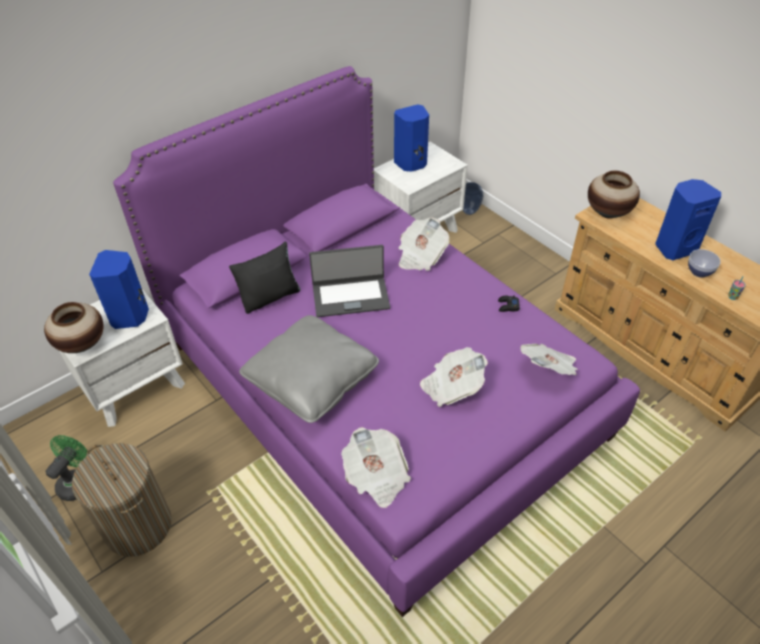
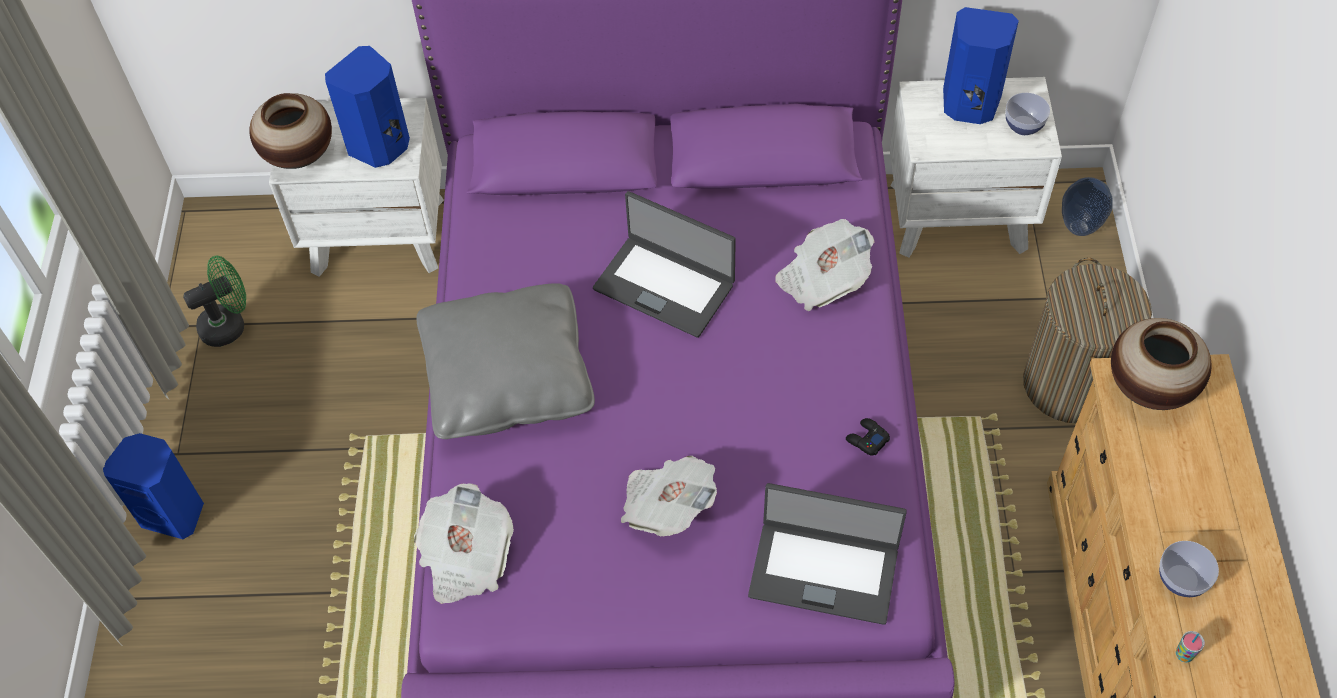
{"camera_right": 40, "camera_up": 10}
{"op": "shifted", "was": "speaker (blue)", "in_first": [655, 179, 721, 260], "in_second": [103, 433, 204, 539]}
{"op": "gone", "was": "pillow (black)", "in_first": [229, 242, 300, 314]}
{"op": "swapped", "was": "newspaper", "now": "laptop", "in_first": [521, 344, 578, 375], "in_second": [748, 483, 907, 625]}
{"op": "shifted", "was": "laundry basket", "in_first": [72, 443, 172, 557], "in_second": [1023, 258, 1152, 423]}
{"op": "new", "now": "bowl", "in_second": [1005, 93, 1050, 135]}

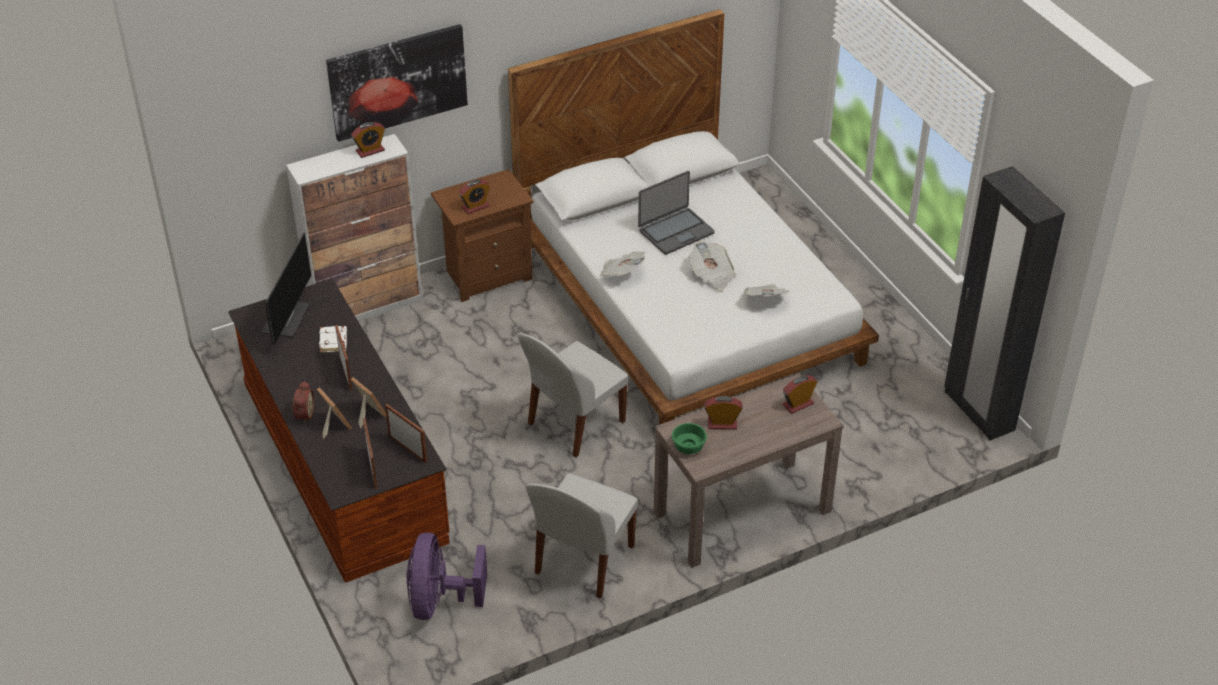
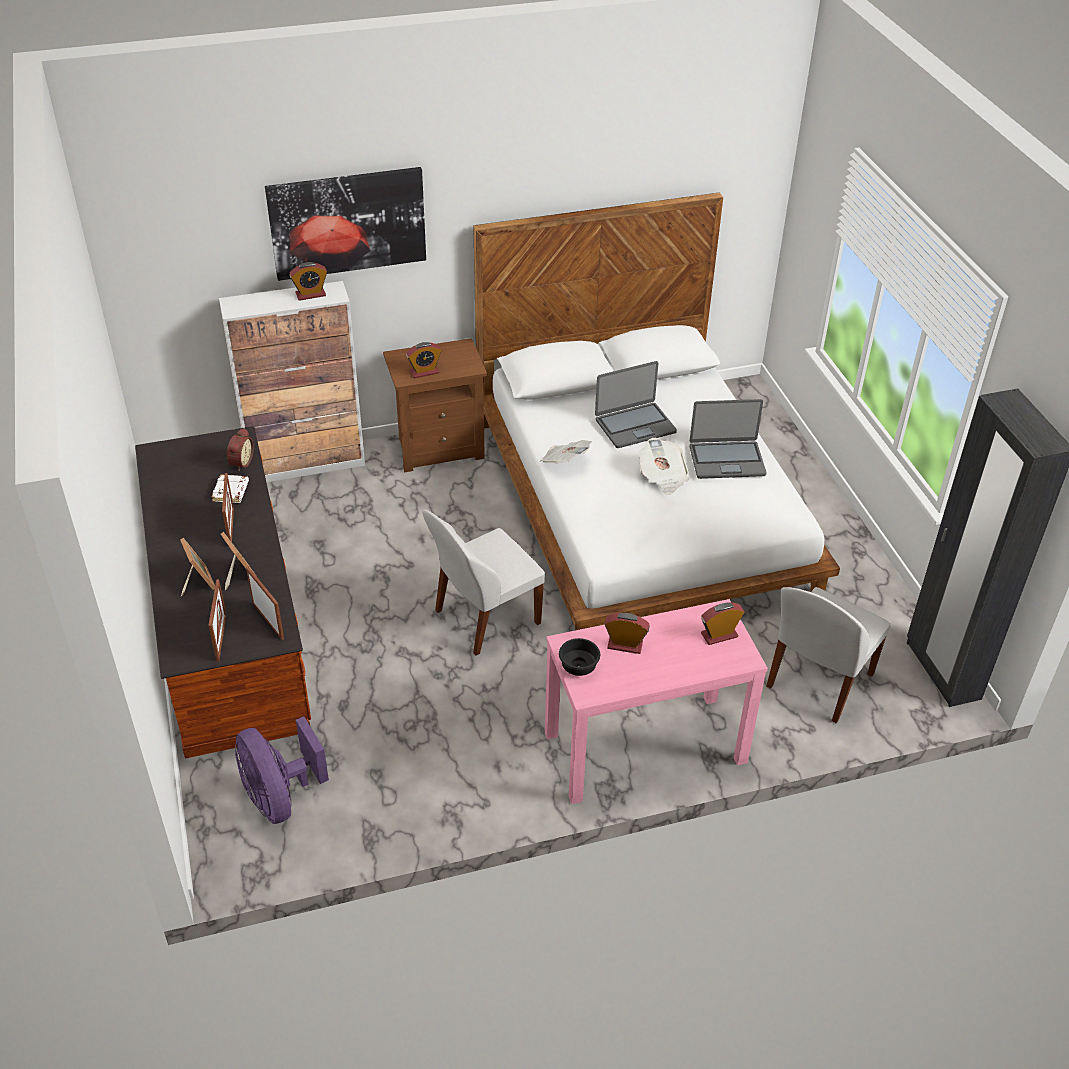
{"camera_right": 10, "camera_up": 0}
{"op": "gone", "was": "monitor", "in_first": [261, 232, 311, 346]}
{"op": "gone", "was": "newspaper", "in_first": [744, 284, 789, 297]}
{"op": "repainted", "was": "console table (brown)", "now": "console table (pink)", "in_first": [654, 373, 844, 568], "in_second": [545, 599, 768, 804]}
{"op": "shifted", "was": "alarm clock", "in_first": [291, 381, 314, 423], "in_second": [226, 428, 254, 471]}
{"op": "repainted", "was": "bowl (green)", "now": "bowl (black)", "in_first": [672, 423, 707, 454], "in_second": [559, 638, 600, 676]}
{"op": "shifted", "was": "chair (white)", "in_first": [526, 473, 637, 599], "in_second": [766, 587, 891, 723]}
{"op": "rotated", "was": "fan (purple)", "in_first": [406, 533, 487, 620], "in_second": [235, 716, 329, 824], "clockwise": -45}
{"op": "new", "now": "laptop", "in_second": [690, 399, 767, 479]}

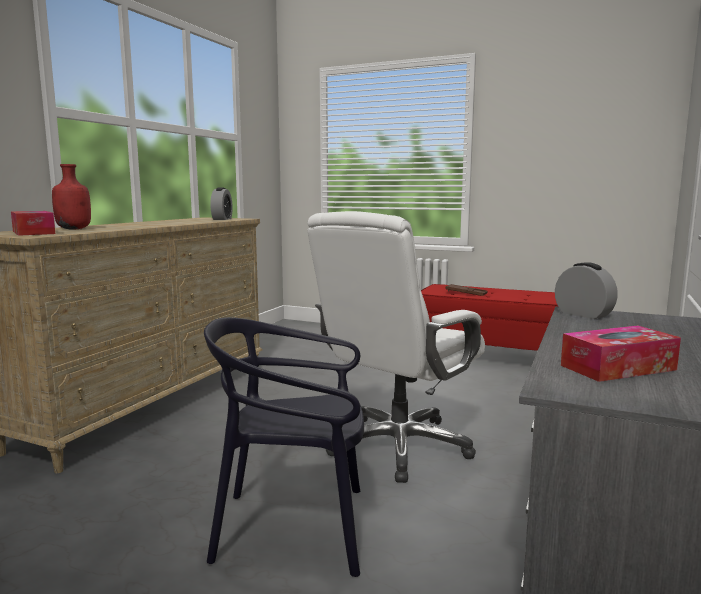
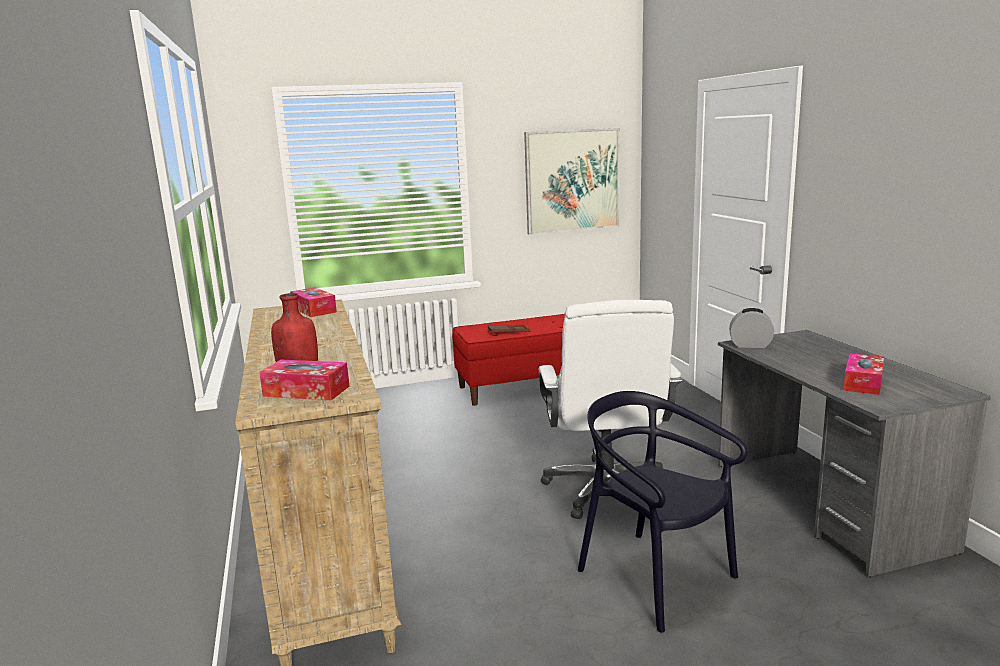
{"camera_right": -40, "camera_up": 5}
{"op": "swapped", "was": "alarm clock", "now": "tissue box", "in_first": [210, 187, 233, 220], "in_second": [290, 287, 337, 317]}
{"op": "rotated", "was": "chair (black)", "in_first": [204, 317, 364, 577], "in_second": [578, 391, 748, 633], "clockwise": 90}
{"op": "new", "now": "picture", "in_second": [524, 128, 620, 234]}

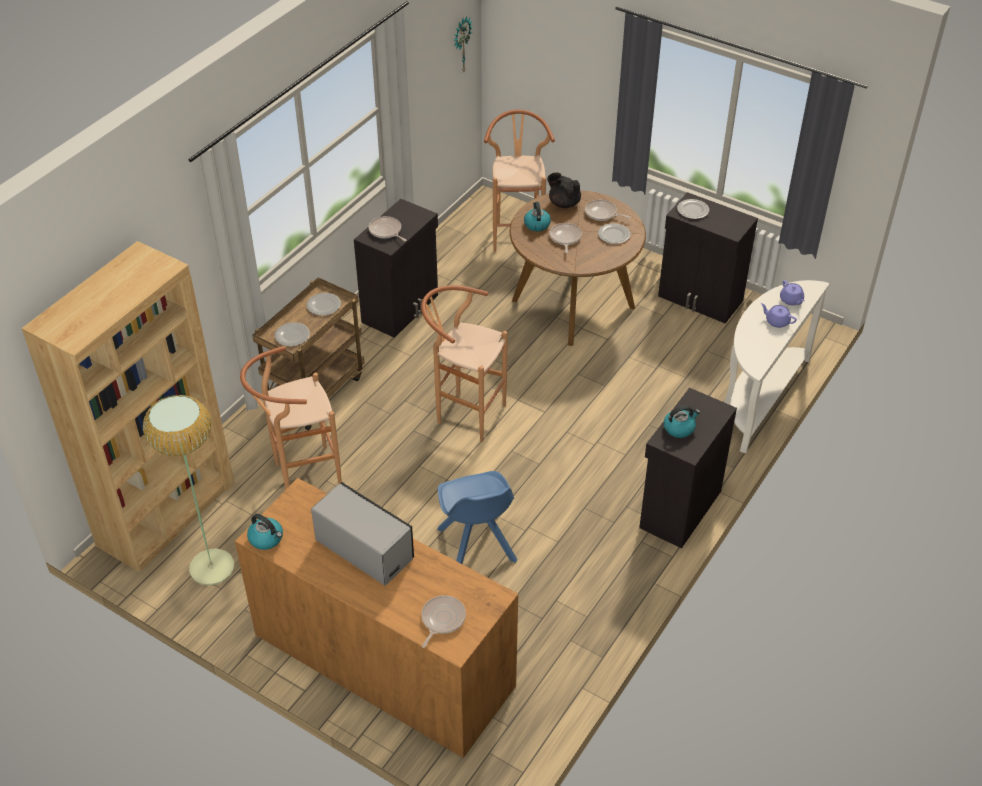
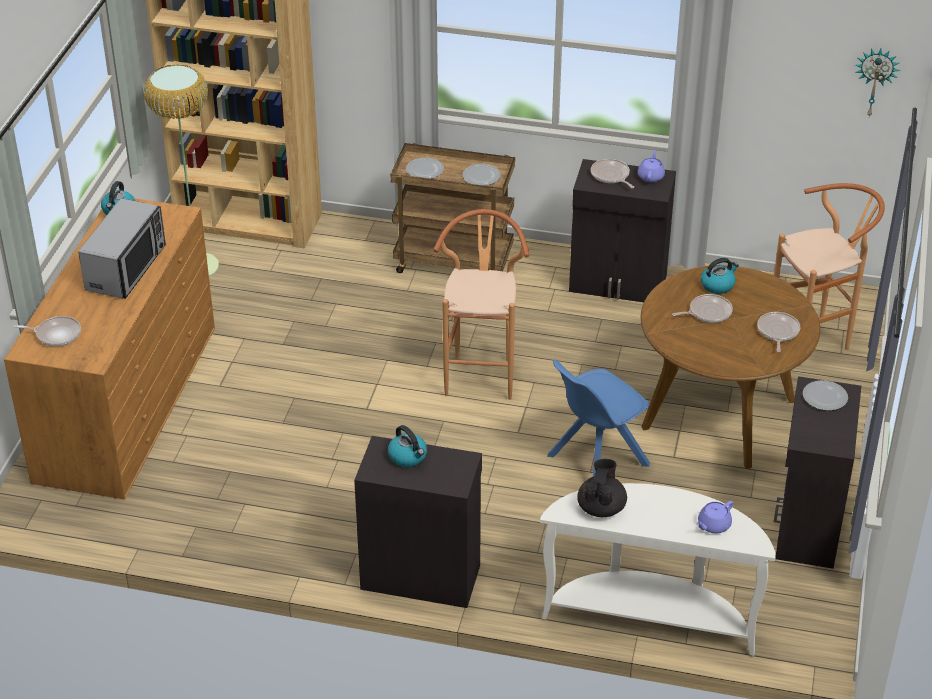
{"camera_right": 70, "camera_up": -5}
{"op": "shifted", "was": "teapot (black)", "in_first": [547, 173, 581, 208], "in_second": [577, 459, 627, 517]}
{"op": "rotated", "was": "frying pan", "in_first": [368, 216, 407, 241], "in_second": [591, 159, 634, 188], "clockwise": -60}
{"op": "gone", "was": "plate", "in_first": [598, 223, 631, 244]}
{"op": "shifted", "was": "teapot (purple)", "in_first": [761, 303, 797, 328], "in_second": [638, 151, 665, 182]}
{"op": "gone", "was": "stool (brown)", "in_first": [240, 346, 342, 489]}
{"op": "shifted", "was": "chair (blue)", "in_first": [437, 471, 517, 564], "in_second": [547, 359, 650, 476]}

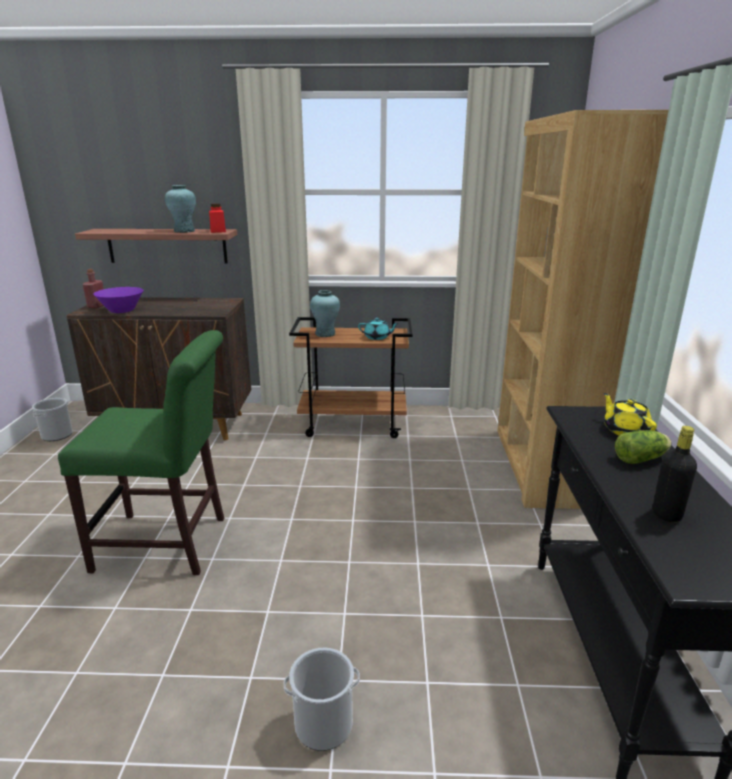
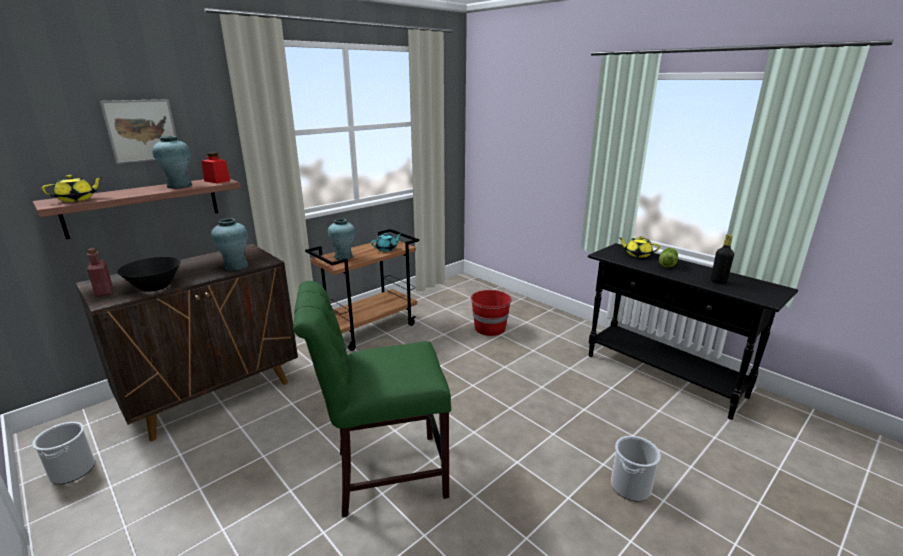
{"camera_right": -45, "camera_up": 0}
{"op": "gone", "was": "bookcase (brown)", "in_first": [497, 110, 669, 509]}
{"op": "repainted", "was": "bowl (purple)", "now": "bowl (black)", "in_first": [93, 287, 144, 313], "in_second": [117, 257, 181, 292]}
{"op": "rotated", "was": "chair (green)", "in_first": [58, 330, 224, 575], "in_second": [293, 281, 451, 517], "clockwise": -150}
{"op": "new", "now": "picture", "in_second": [100, 99, 176, 164]}
{"op": "new", "now": "teapot (yellow)", "in_second": [42, 175, 103, 202]}
{"op": "new", "now": "vase (turquoise)", "in_second": [211, 218, 248, 271]}
{"op": "new", "now": "bucket (red)", "in_second": [470, 290, 512, 336]}

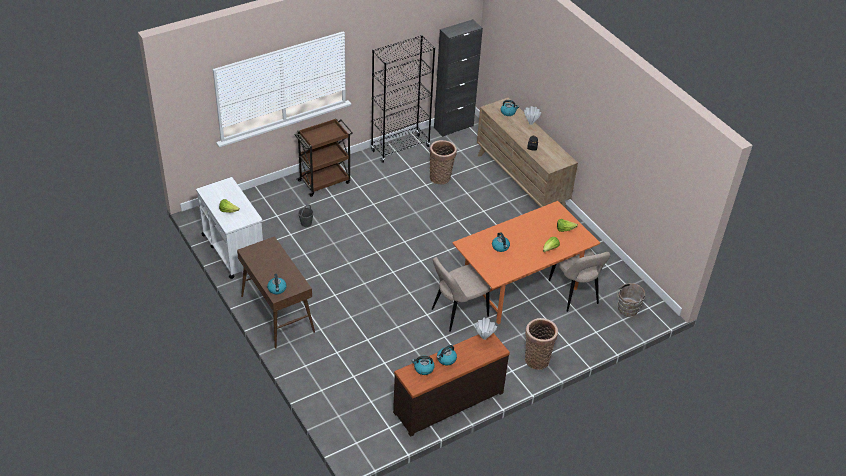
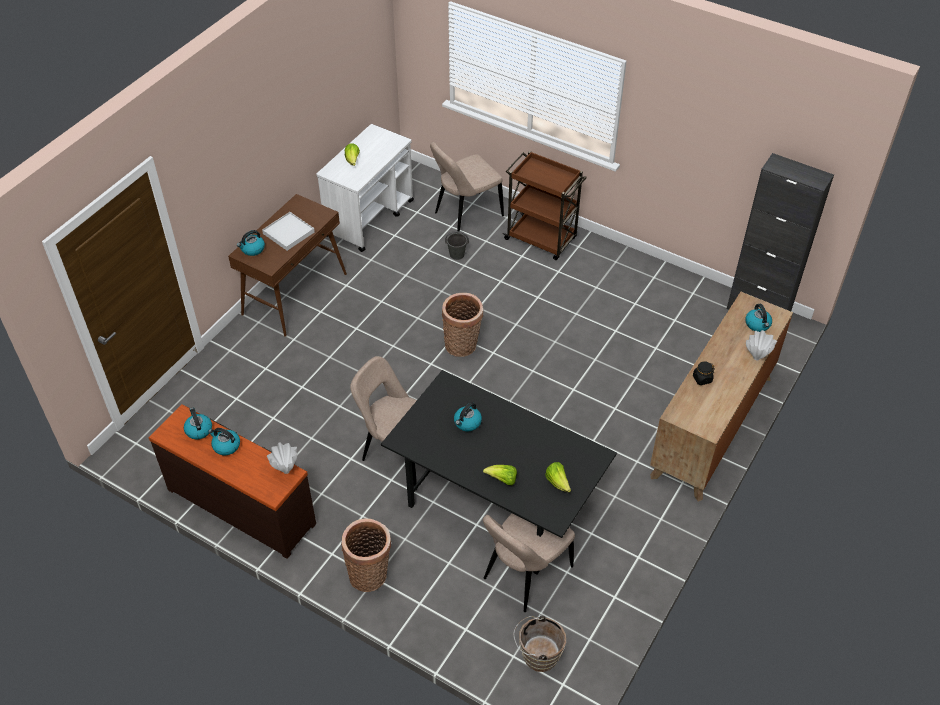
{"camera_right": 65, "camera_up": 5}
{"op": "gone", "was": "bookcase (black)", "in_first": [371, 35, 435, 163]}
{"op": "shifted", "was": "basket", "in_first": [430, 140, 457, 184], "in_second": [442, 293, 483, 357]}
{"op": "repainted", "was": "dining table (orange)", "now": "dining table (black)", "in_first": [452, 201, 600, 324], "in_second": [381, 370, 617, 574]}
{"op": "new", "now": "chair (beige)", "in_second": [430, 142, 504, 232]}
{"op": "new", "now": "tray (white)", "in_second": [262, 212, 315, 251]}

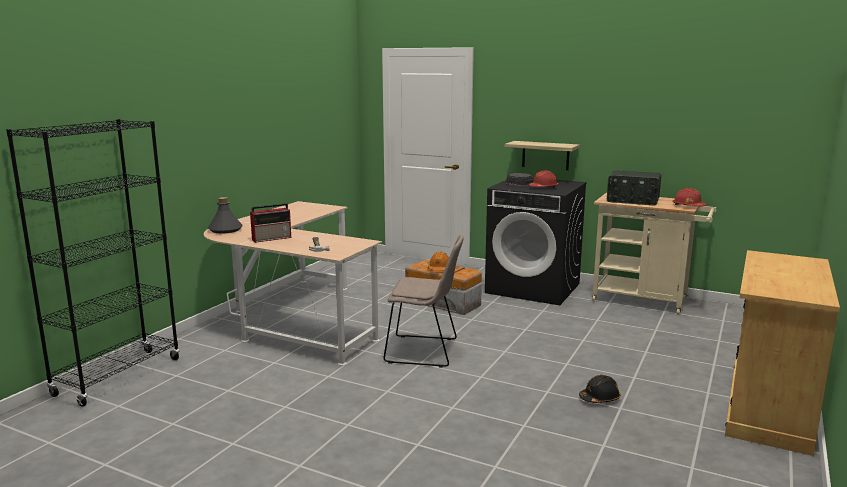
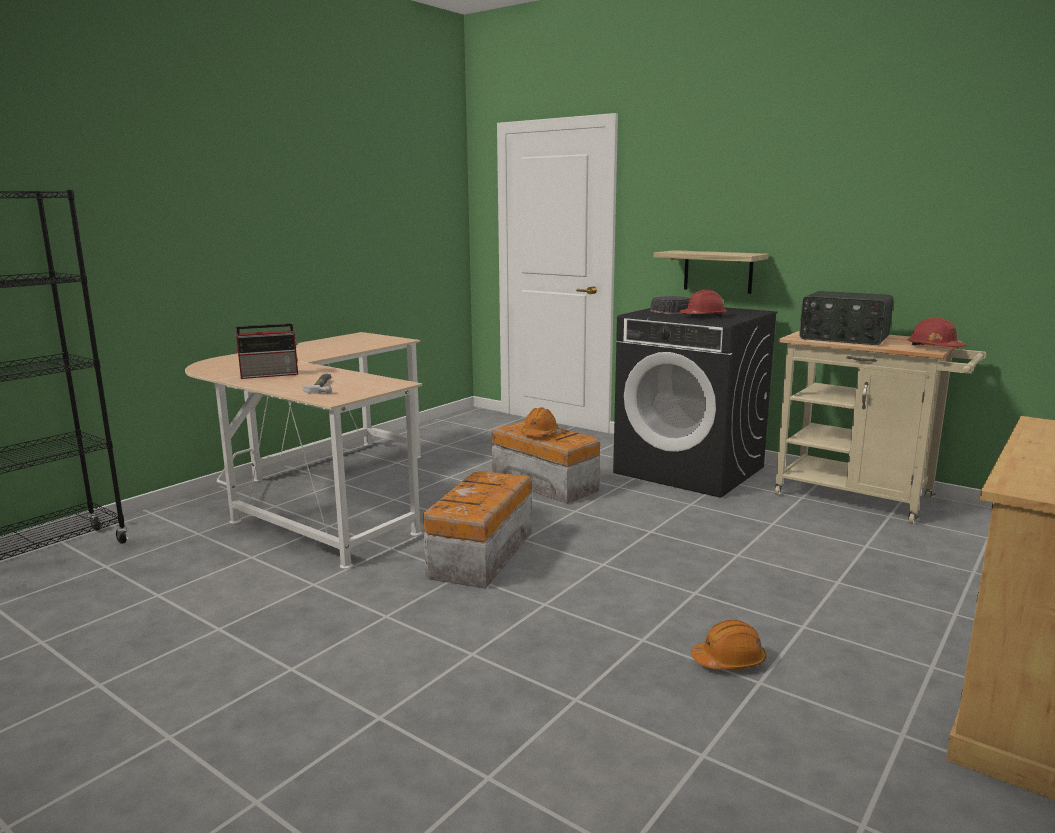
{"camera_right": 10, "camera_up": 0}
{"op": "gone", "was": "bottle (grey)", "in_first": [208, 197, 242, 234]}
{"op": "swapped", "was": "chair (beige)", "now": "storage box", "in_first": [383, 234, 464, 368], "in_second": [423, 471, 532, 589]}
{"op": "repainted", "was": "hard hat (black)", "now": "hard hat (orange)", "in_first": [579, 375, 621, 403], "in_second": [692, 620, 766, 669]}

